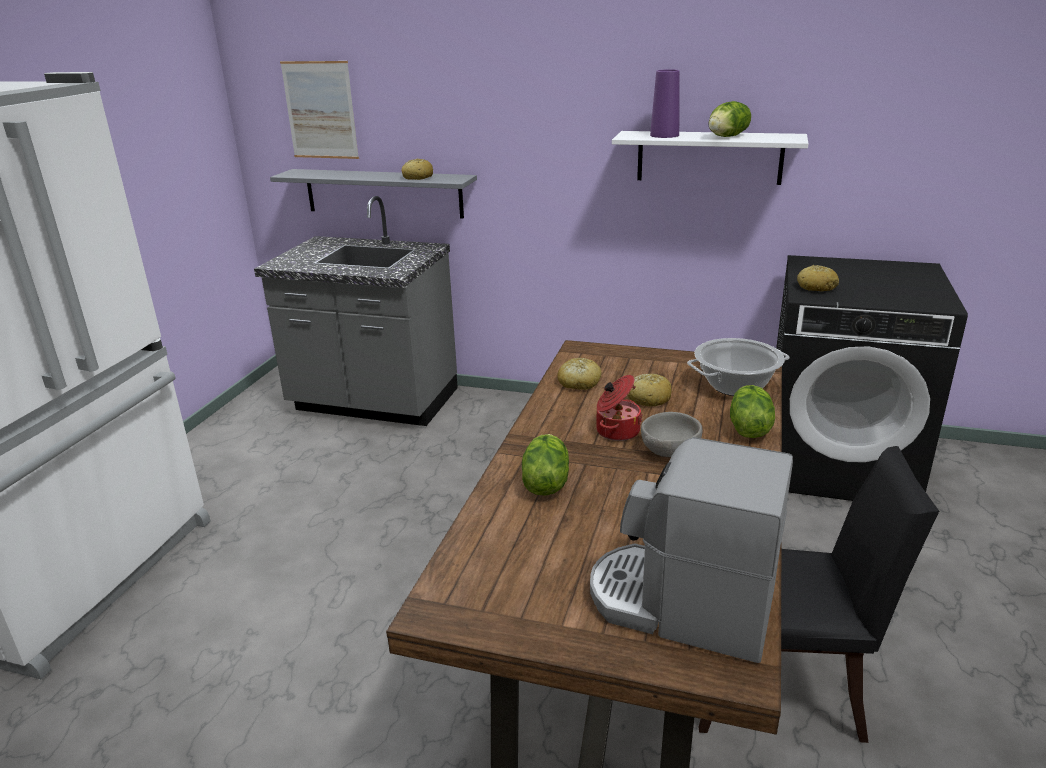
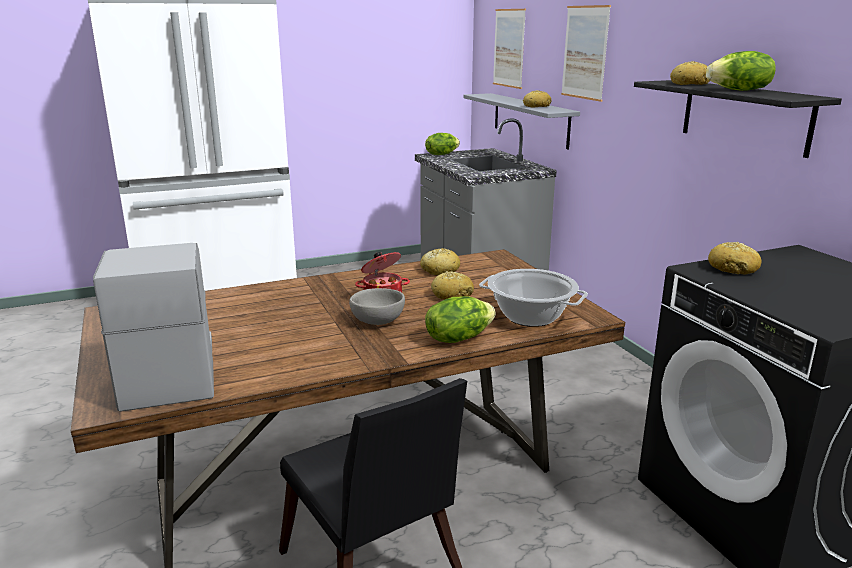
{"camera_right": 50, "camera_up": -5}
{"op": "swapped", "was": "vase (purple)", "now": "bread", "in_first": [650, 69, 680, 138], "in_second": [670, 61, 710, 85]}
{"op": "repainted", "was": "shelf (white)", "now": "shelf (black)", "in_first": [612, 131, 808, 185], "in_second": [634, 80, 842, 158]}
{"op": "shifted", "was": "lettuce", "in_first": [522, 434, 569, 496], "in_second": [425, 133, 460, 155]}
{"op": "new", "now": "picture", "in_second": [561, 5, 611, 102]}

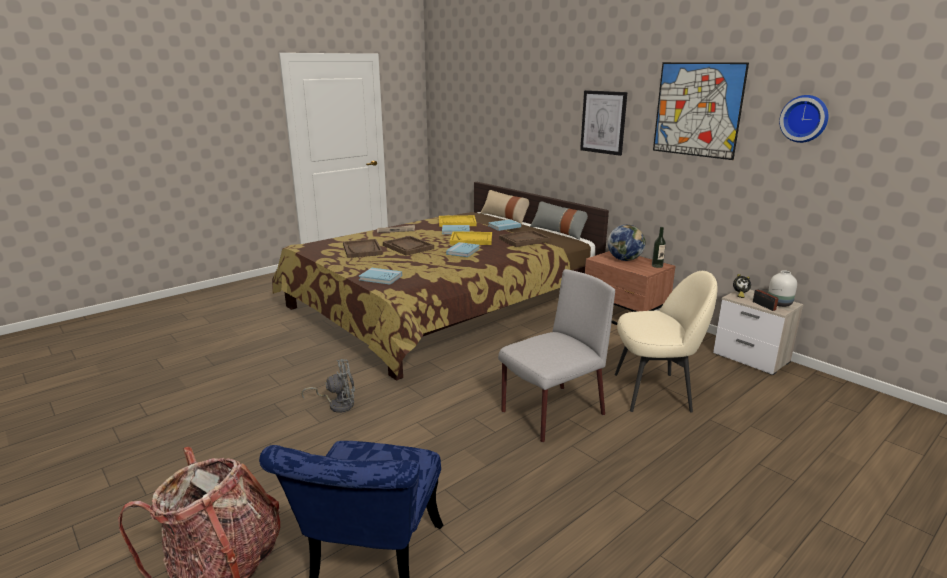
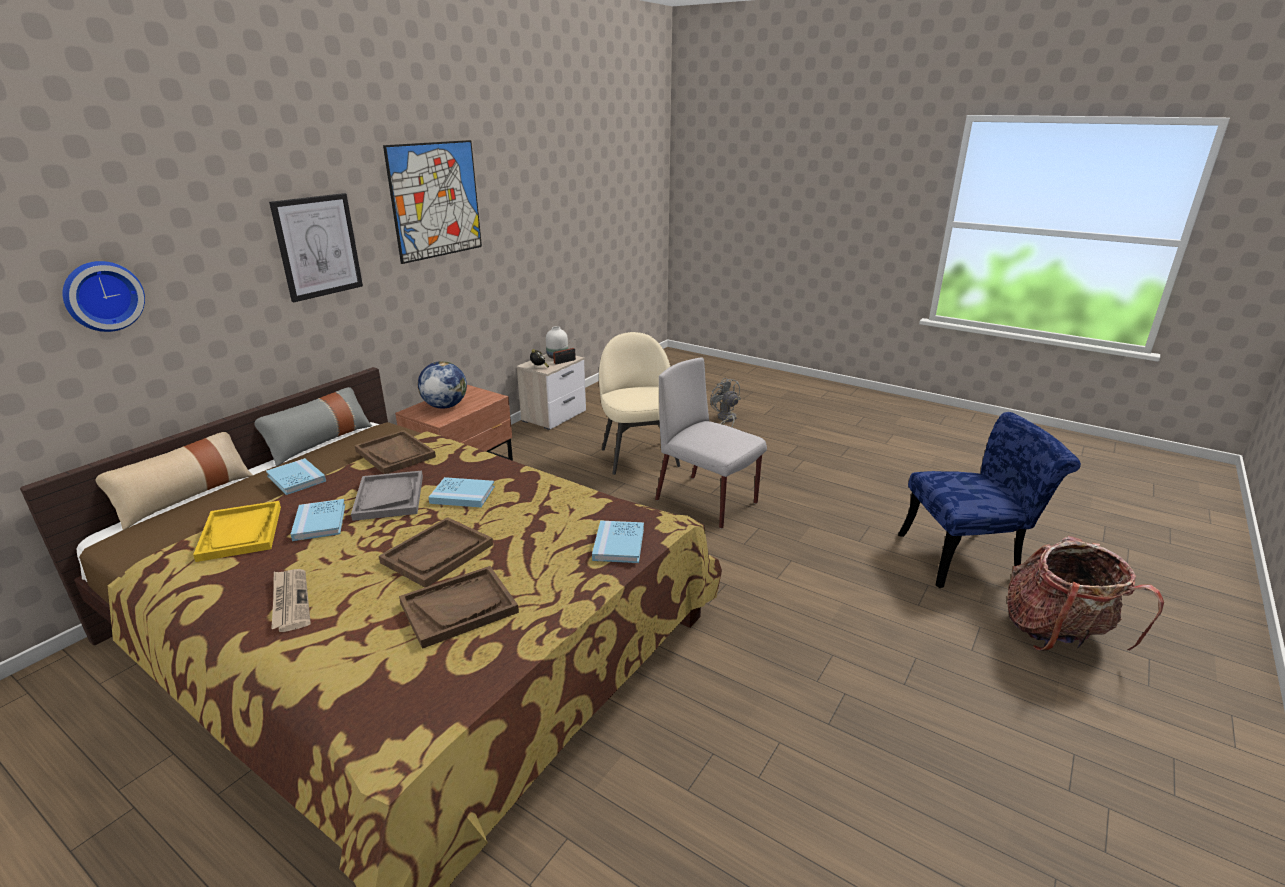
{"camera_right": -105, "camera_up": 5}
{"op": "shifted", "was": "wall clock", "in_first": [779, 95, 829, 143], "in_second": [63, 261, 145, 332]}
{"op": "gone", "was": "bottle", "in_first": [652, 227, 666, 268]}
{"op": "repainted", "was": "tray (yellow)", "now": "tray (grey)", "in_first": [450, 231, 492, 245], "in_second": [351, 471, 423, 521]}
{"op": "shifted", "was": "fan (grey)", "in_first": [301, 359, 355, 413], "in_second": [710, 377, 740, 427]}

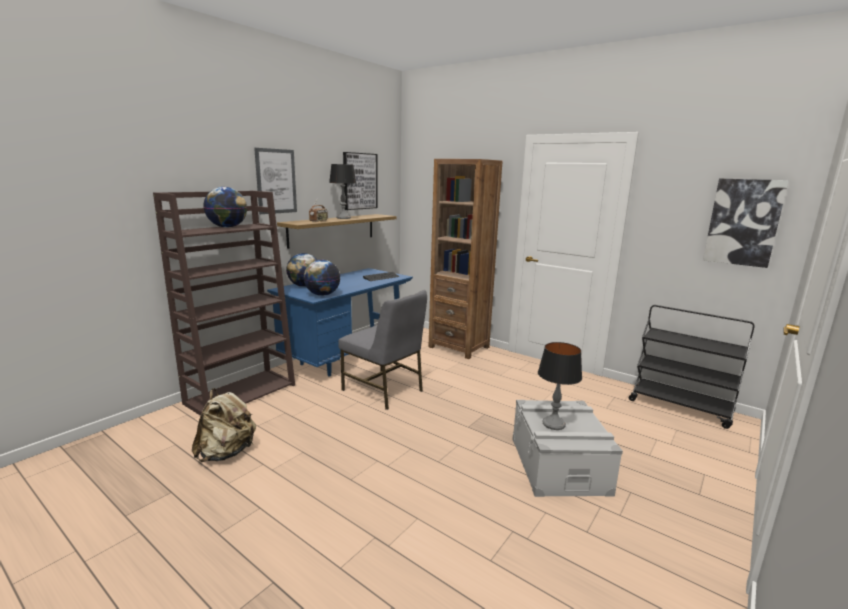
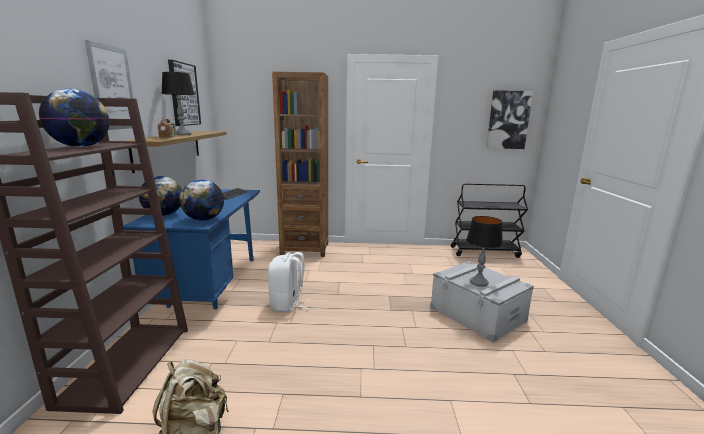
{"camera_right": -35, "camera_up": 0}
{"op": "swapped", "was": "chair (grey)", "now": "backpack (white)", "in_first": [338, 290, 427, 410], "in_second": [268, 252, 311, 312]}

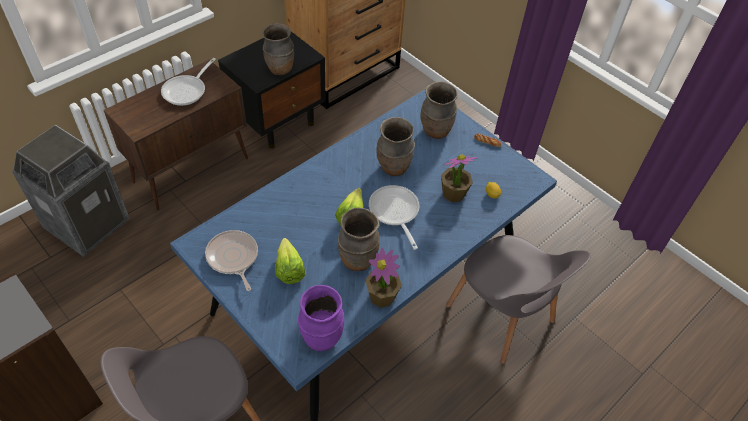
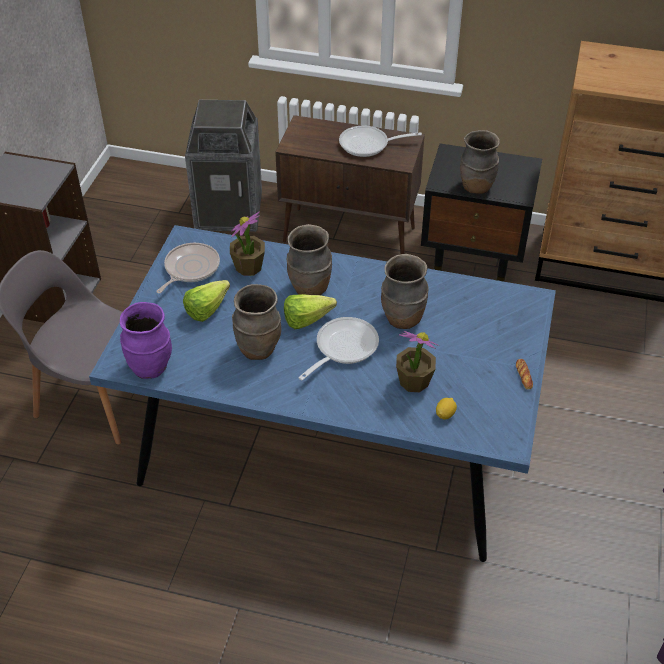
{"camera_right": 60, "camera_up": -5}
{"op": "shifted", "was": "vase (brown)", "in_first": [420, 81, 458, 139], "in_second": [286, 224, 332, 295]}
{"op": "gone", "was": "chair (grey)", "in_first": [446, 235, 591, 364]}
{"op": "shifted", "was": "potted plant", "in_first": [365, 248, 402, 308], "in_second": [230, 211, 265, 276]}

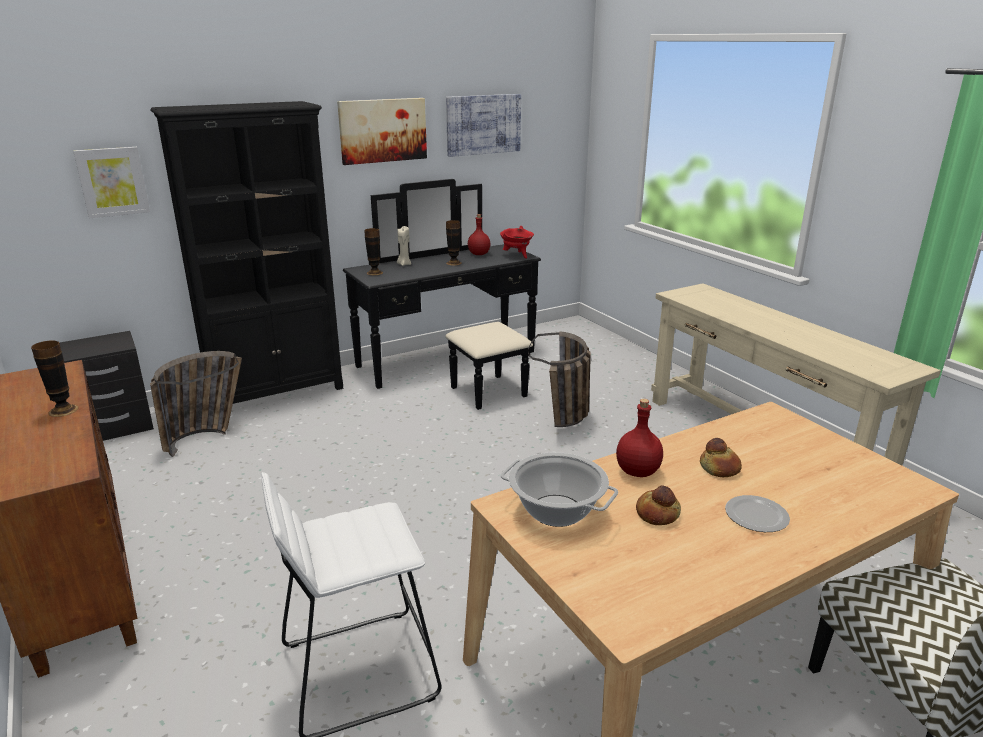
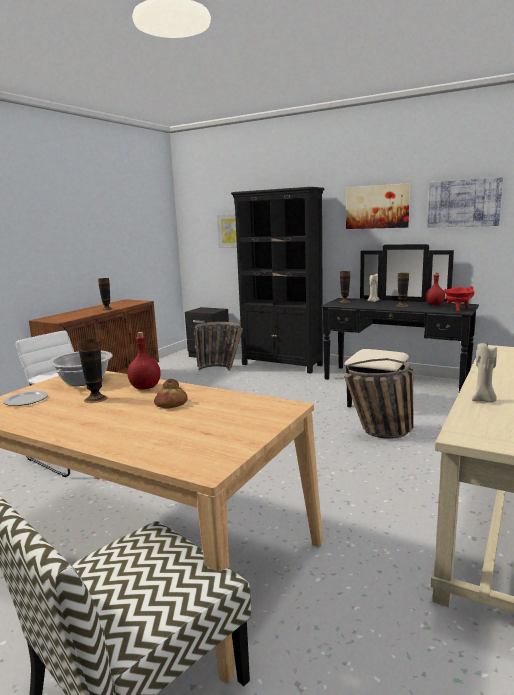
{"camera_right": 60, "camera_up": -10}
{"op": "swapped", "was": "bread", "now": "vase", "in_first": [636, 485, 681, 525], "in_second": [78, 339, 108, 403]}
{"op": "shifted", "was": "plate", "in_first": [725, 495, 790, 532], "in_second": [3, 391, 48, 406]}
{"op": "new", "now": "candle (beige)", "in_second": [472, 343, 497, 402]}

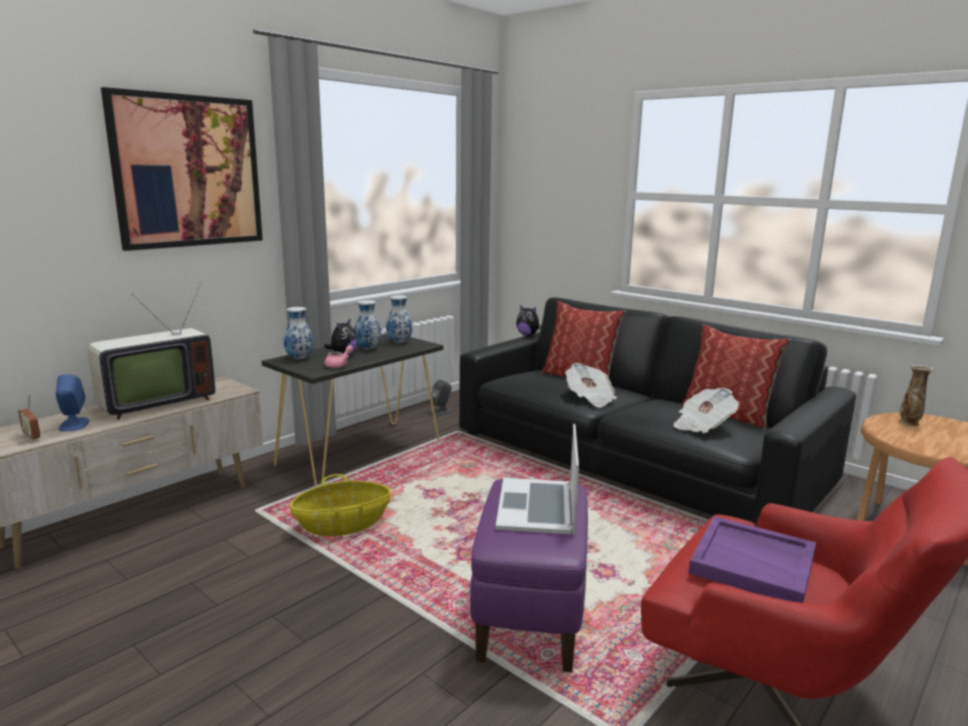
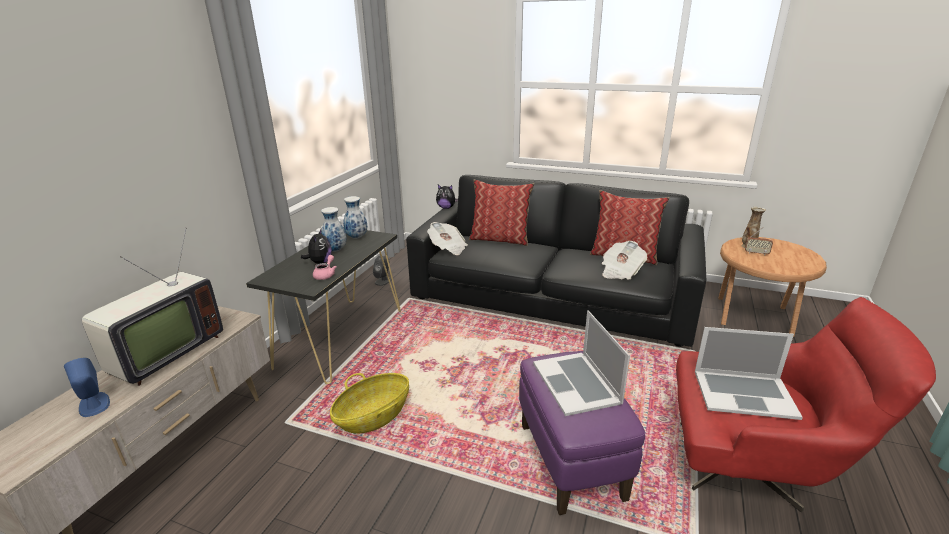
{"camera_right": -20, "camera_up": 10}
{"op": "gone", "was": "picture", "in_first": [101, 87, 263, 251]}
{"op": "gone", "was": "vase", "in_first": [284, 307, 313, 359]}
{"op": "shifted", "was": "newspaper", "in_first": [565, 363, 617, 408], "in_second": [427, 222, 468, 255]}
{"op": "shifted", "was": "radio", "in_first": [18, 394, 41, 441], "in_second": [745, 227, 773, 256]}
{"op": "swapped", "was": "tray (purple)", "now": "laptop", "in_first": [689, 516, 816, 603], "in_second": [695, 327, 803, 420]}

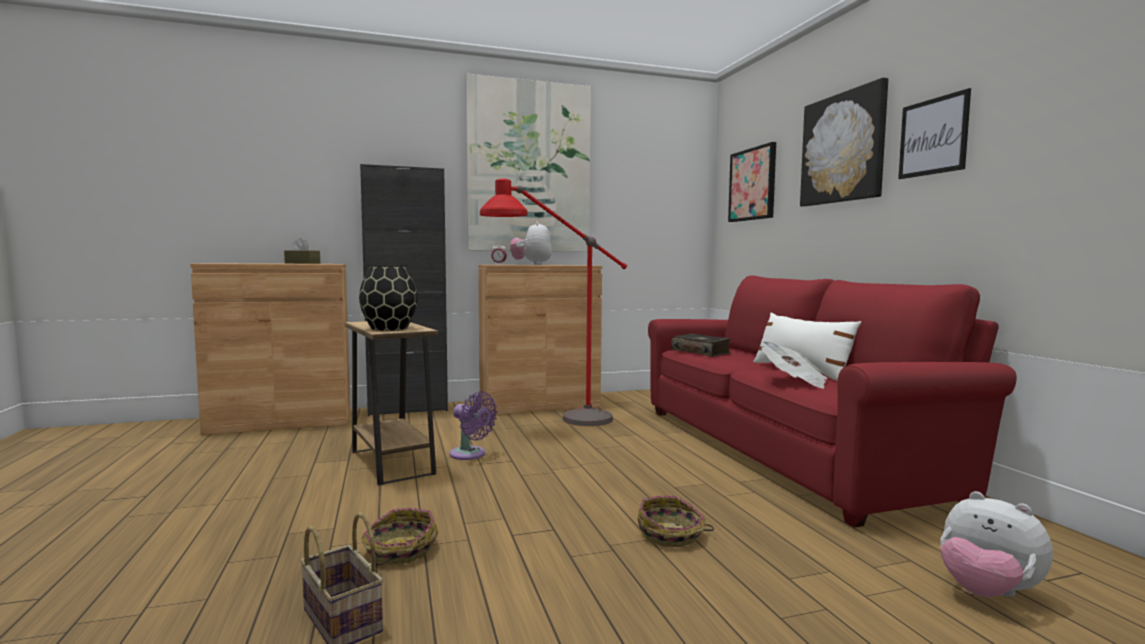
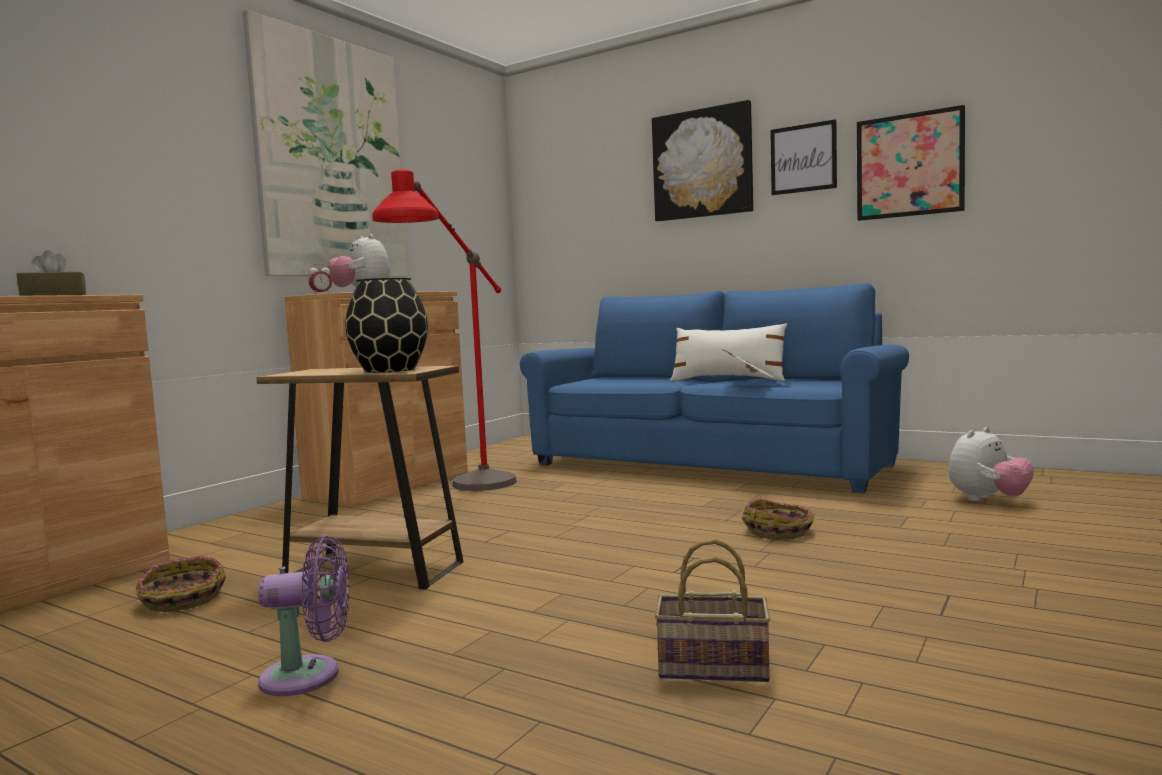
{"camera_right": -40, "camera_up": 0}
{"op": "shifted", "was": "picture", "in_first": [728, 142, 776, 222], "in_second": [857, 105, 965, 221]}
{"op": "gone", "was": "cabinet (black)", "in_first": [360, 164, 448, 416]}
{"op": "repainted", "was": "sofa (red)", "now": "sofa (blue)", "in_first": [648, 275, 1017, 528], "in_second": [520, 283, 909, 493]}
{"op": "gone", "was": "book", "in_first": [671, 333, 731, 357]}
{"op": "shifted", "was": "fan (purple)", "in_first": [449, 391, 497, 460], "in_second": [258, 535, 349, 696]}
{"op": "rotated", "was": "plush toy", "in_first": [940, 491, 1053, 597], "in_second": [949, 427, 1034, 501], "clockwise": -45}
{"op": "shifted", "was": "basket", "in_first": [361, 508, 438, 565], "in_second": [136, 556, 226, 612]}

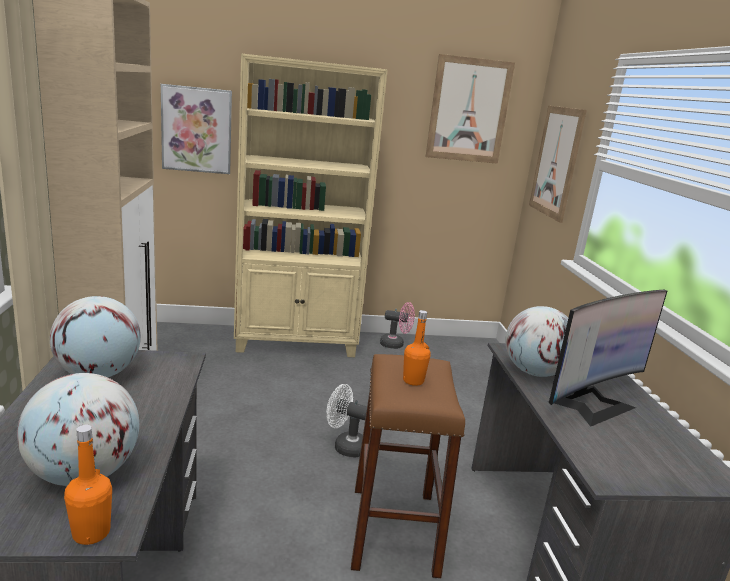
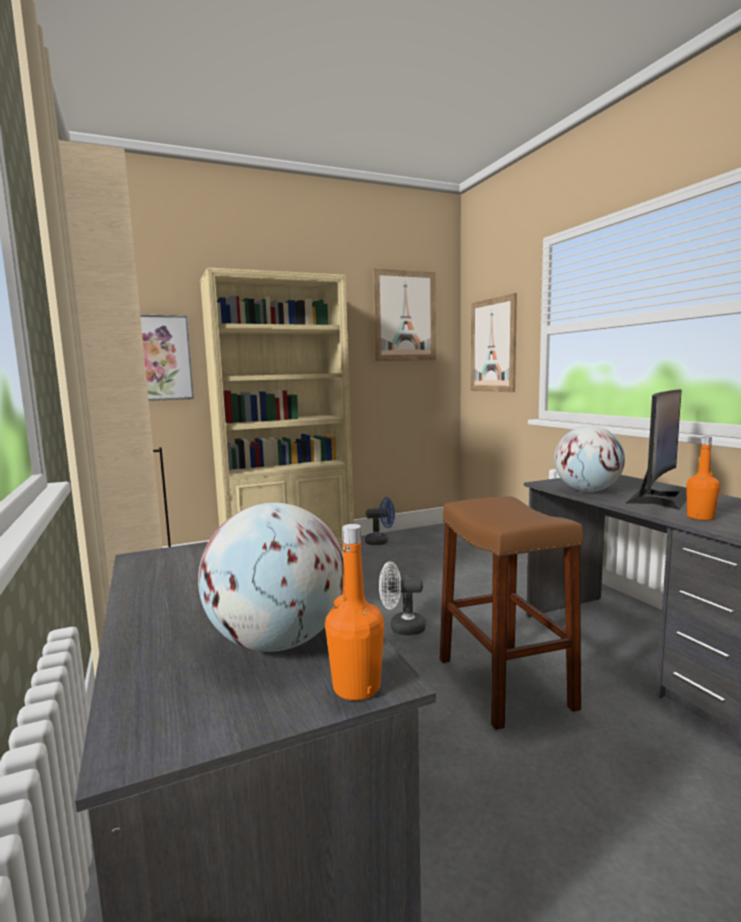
{"camera_right": -15, "camera_up": -10}
{"op": "gone", "was": "globe", "in_first": [50, 296, 141, 377]}
{"op": "repainted", "was": "fan (pink)", "now": "fan (blue)", "in_first": [380, 302, 415, 349], "in_second": [365, 497, 395, 545]}
{"op": "shifted", "was": "bottle (orange)", "in_first": [403, 310, 431, 386], "in_second": [686, 437, 720, 520]}

